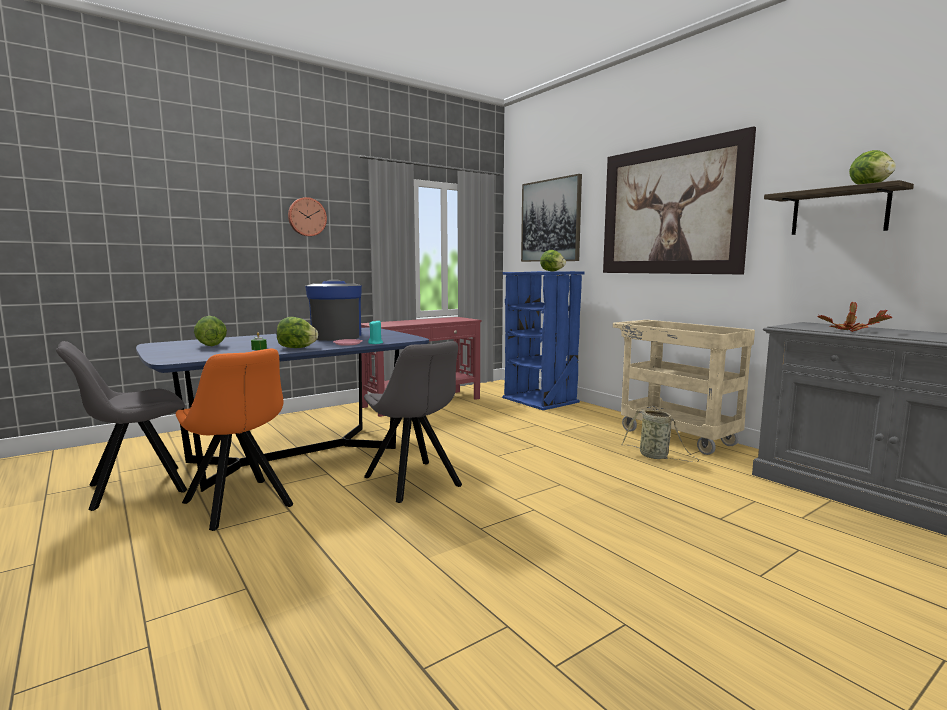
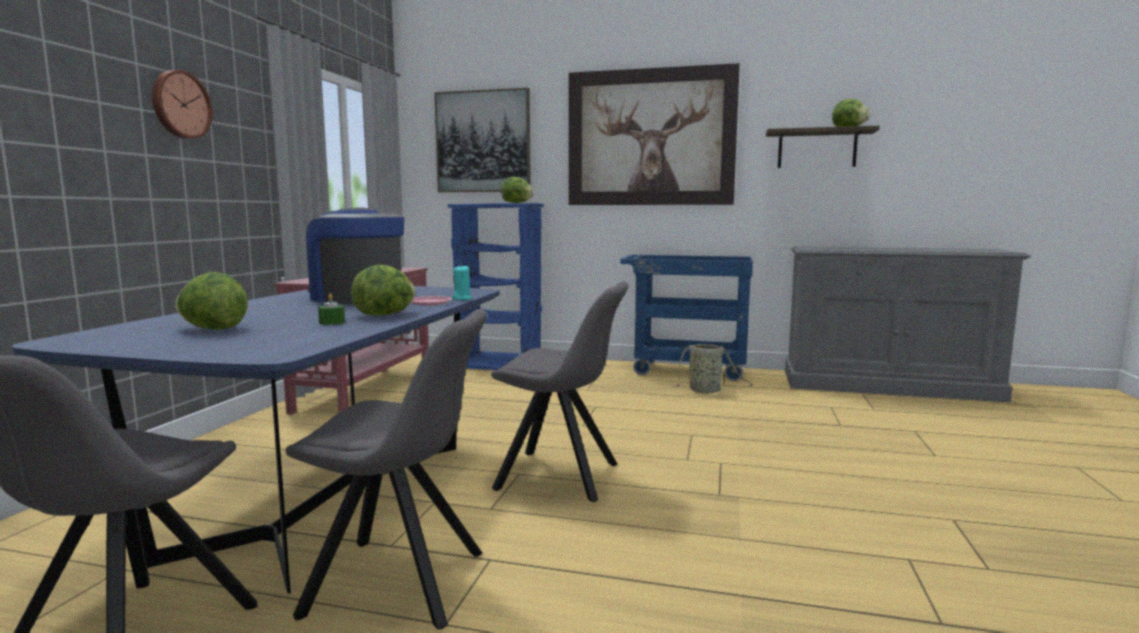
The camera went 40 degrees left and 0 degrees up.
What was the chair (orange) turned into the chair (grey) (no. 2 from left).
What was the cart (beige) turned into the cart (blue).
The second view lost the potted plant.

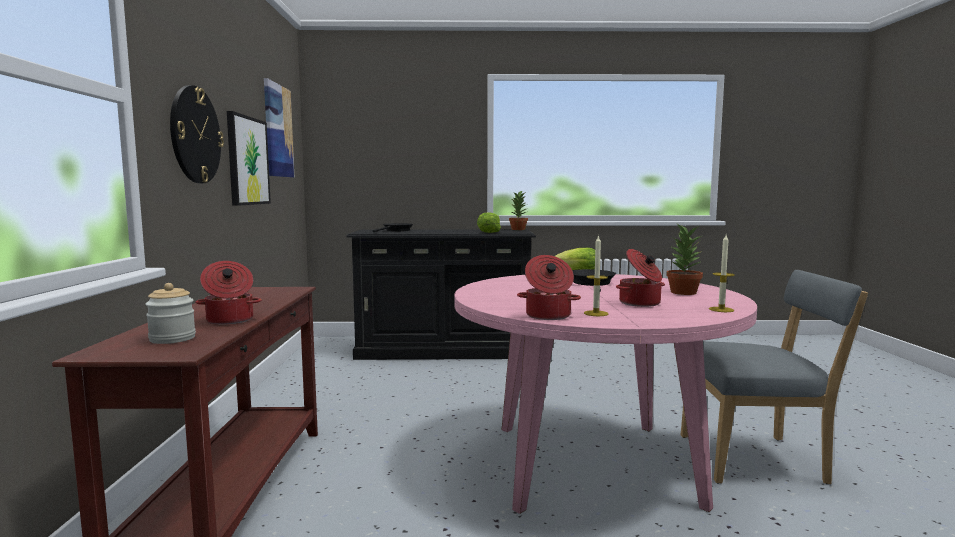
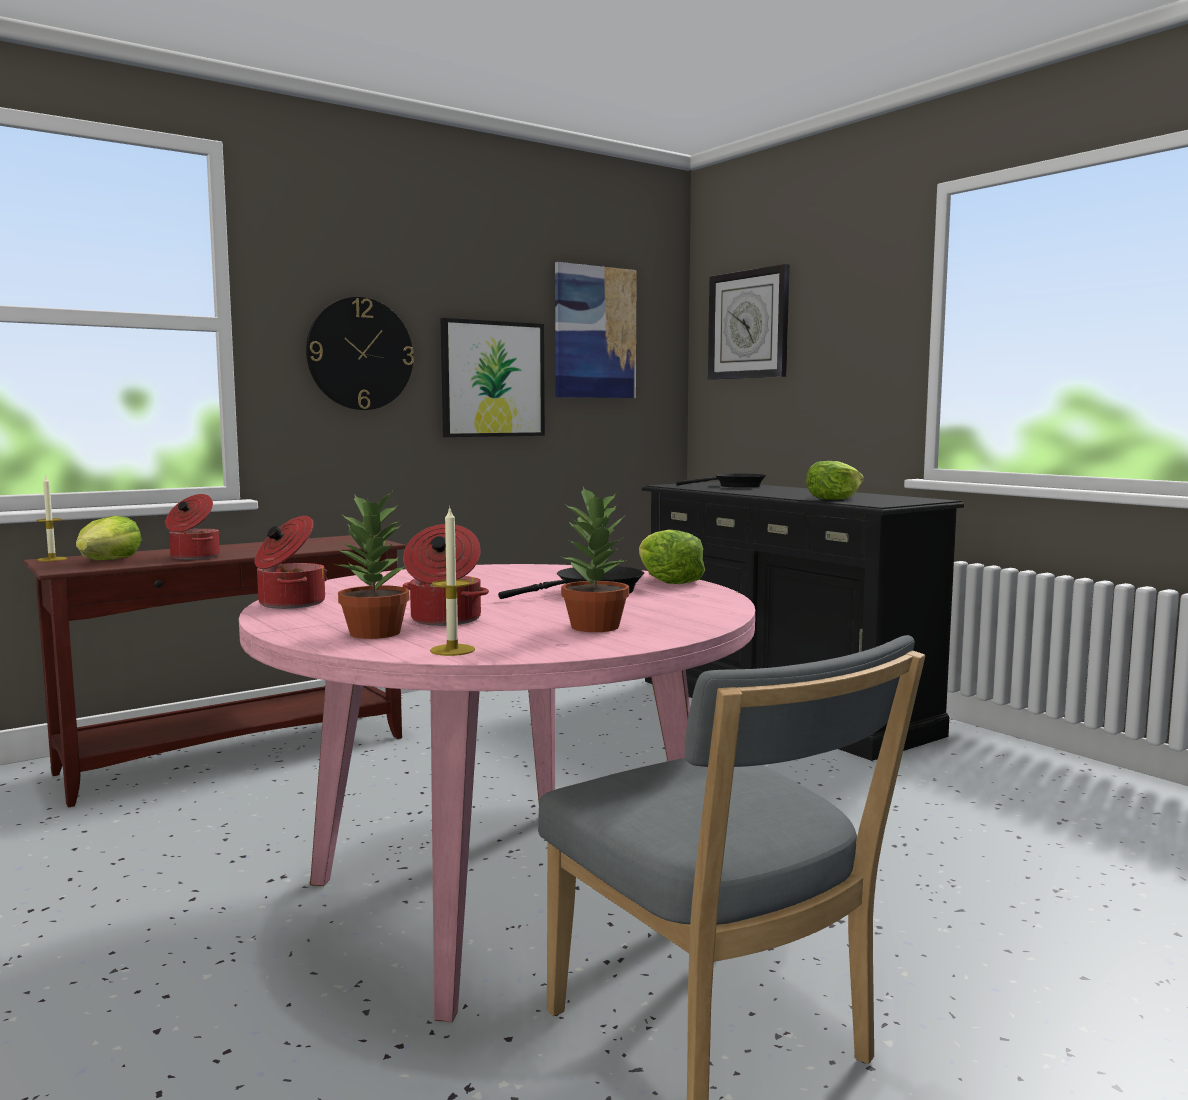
The camera went 55 degrees right and 0 degrees up.
Where the jar stood, the lettuce (no. 1 from left) came to stand.
The potted plant (no. 1 from left) ended up elsewhere.
The candle (no. 1 from left) ended up elsewhere.
The second view gained the wall clock (no. 2 from left).

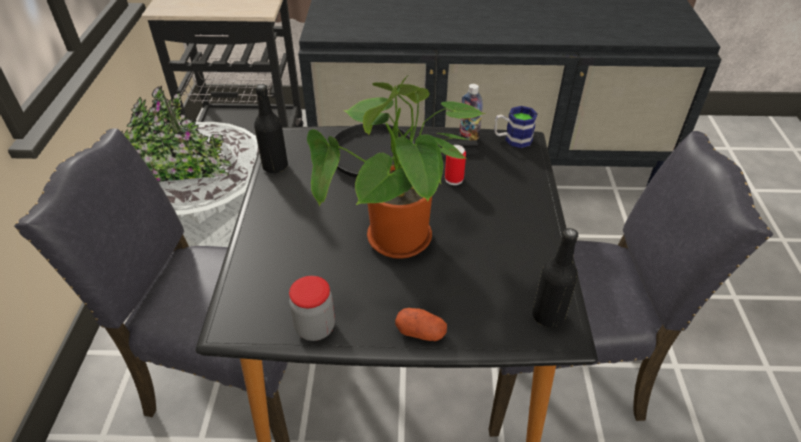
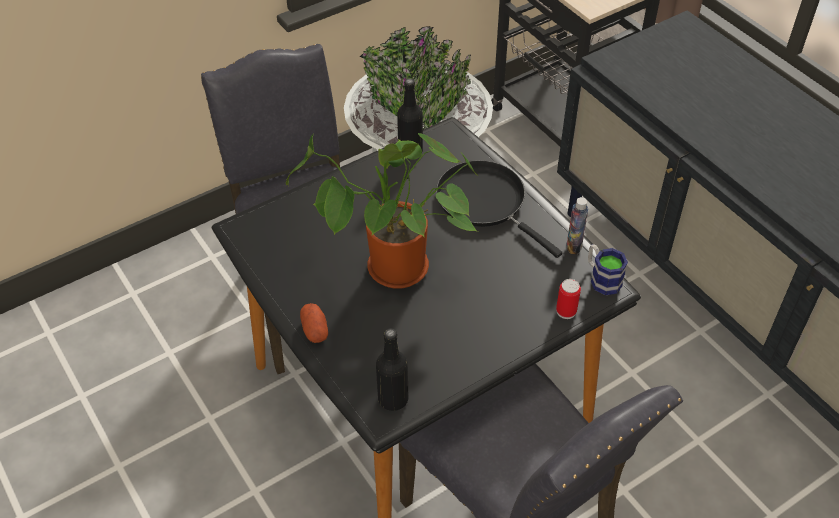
The camera went 55 degrees right and 5 degrees up.
The second view lost the jar.
The can ended up elsewhere.

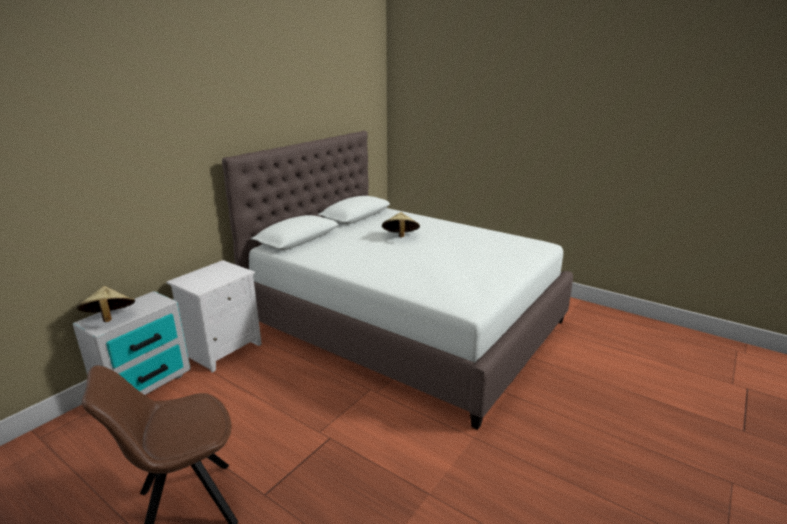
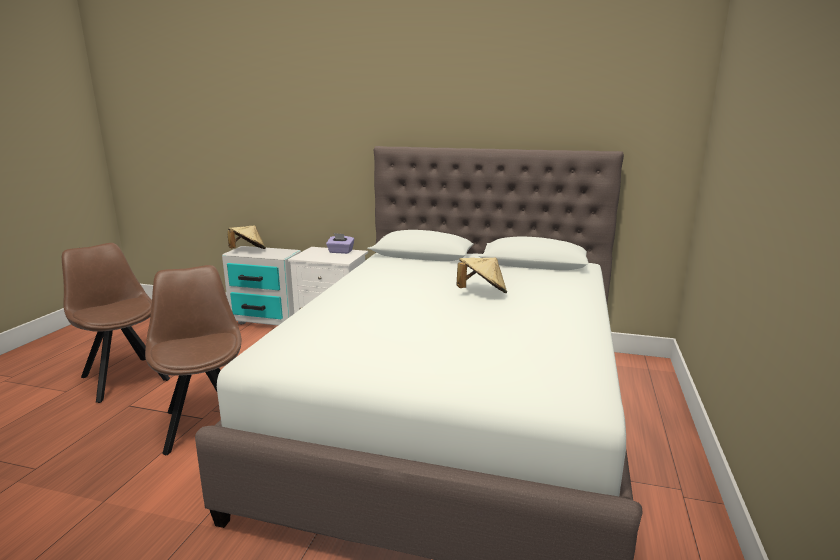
The camera went 70 degrees right and 5 degrees down.
The second view gained the chair (brown) (no. 2 from left).
The second view gained the tissue box (purple).

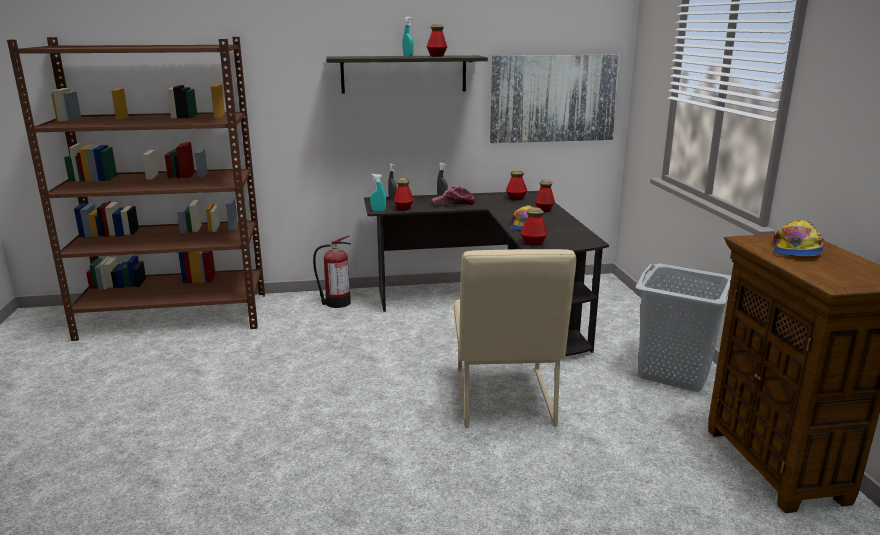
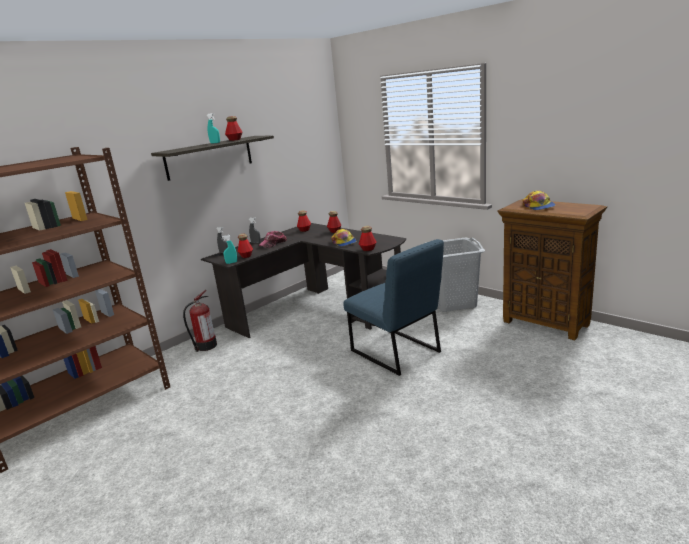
The camera went 35 degrees left and 0 degrees up.
What was the chair (beige) turned into the chair (blue).
The second view lost the picture.

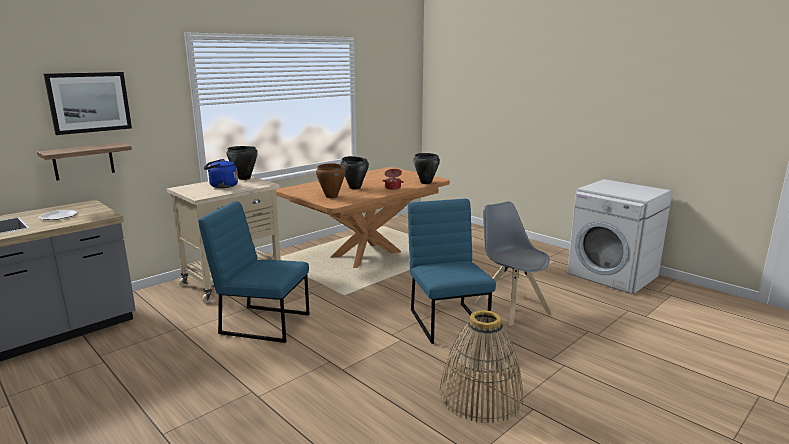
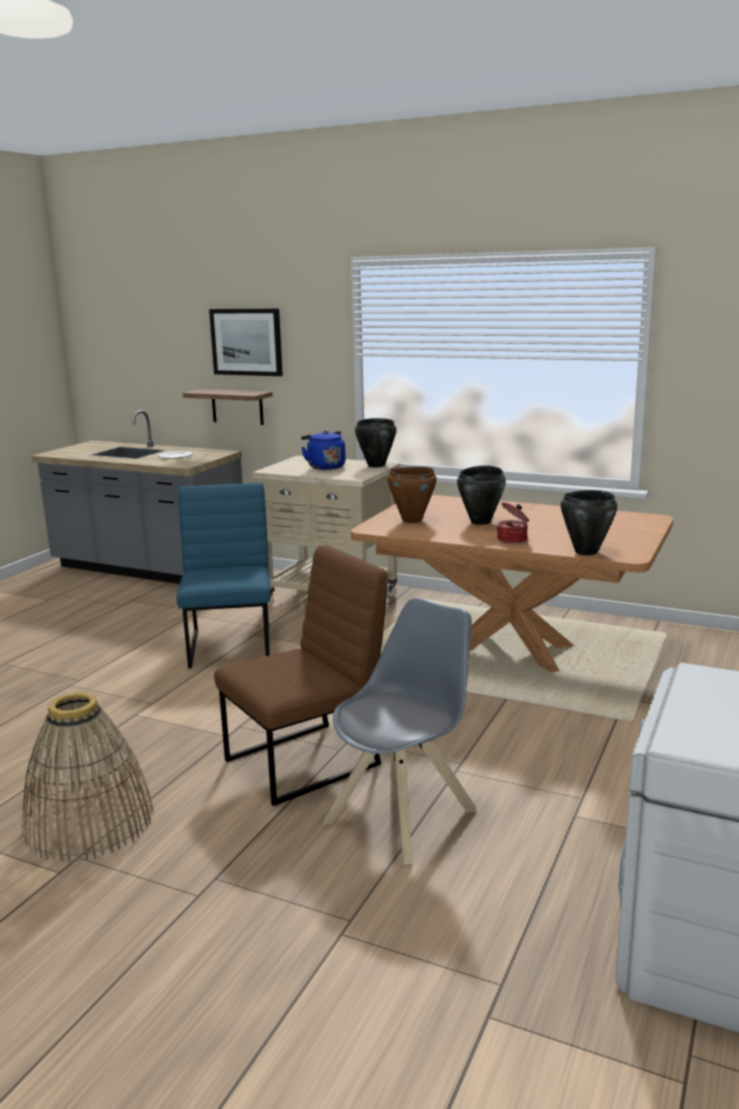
The camera went 70 degrees right and 0 degrees up.
What was the chair (blue) (no. 2 from left) turned into the chair (brown).

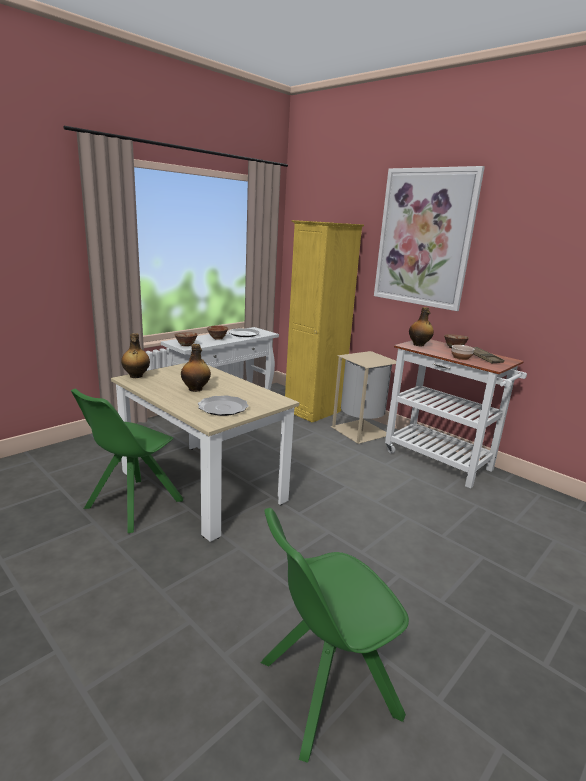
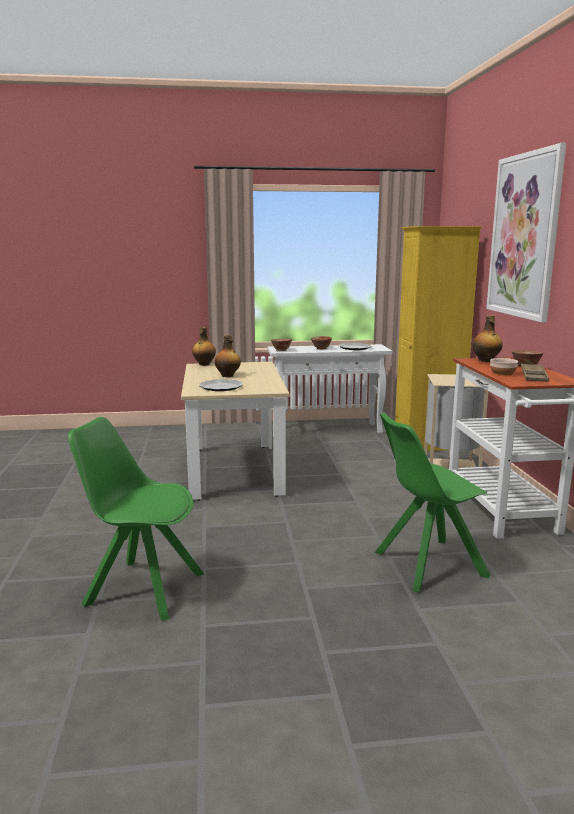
The camera went 40 degrees right and 5 degrees down.
The chair (green) (no. 1 from left in the first image) ended up elsewhere.

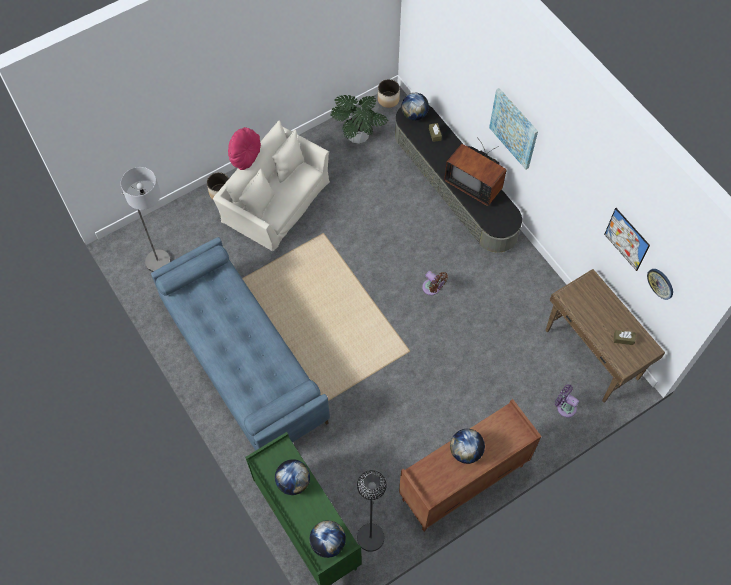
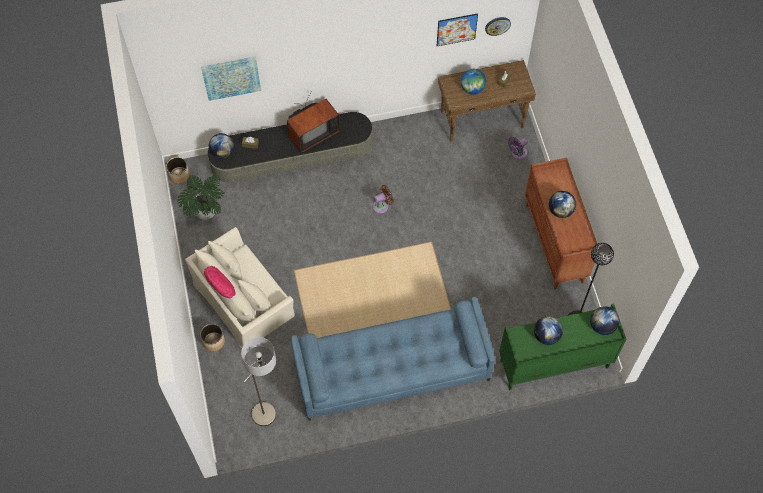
The camera went 70 degrees left and 0 degrees up.
The picture (no. 1 from left) ended up elsewhere.
The second view gained the globe (no. 2 from left).

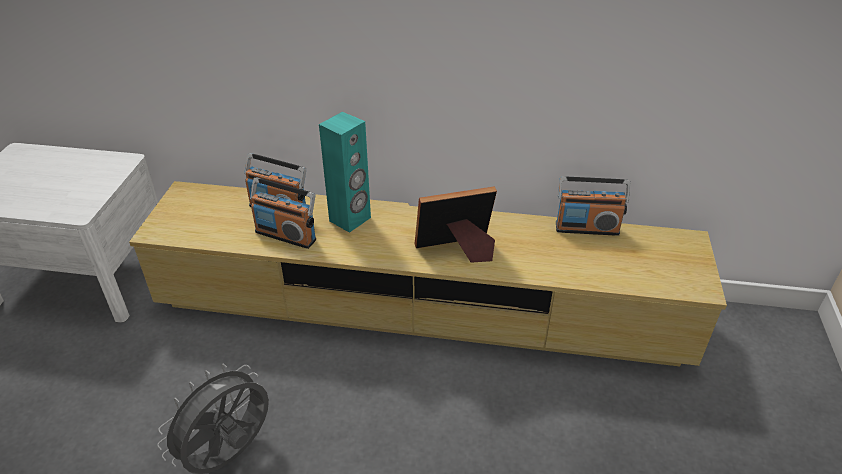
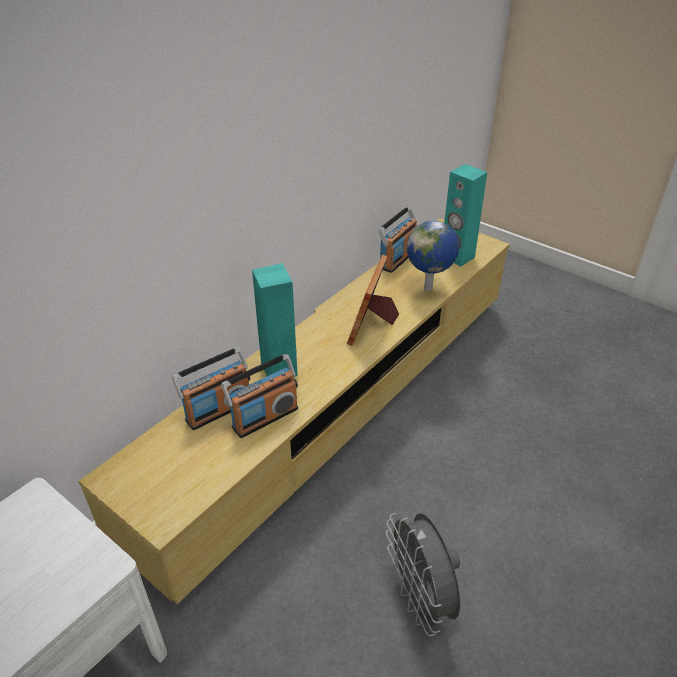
The camera went 60 degrees left and 0 degrees up.
The second view gained the globe.
The second view gained the speaker (turquoise) (no. 2 from left).

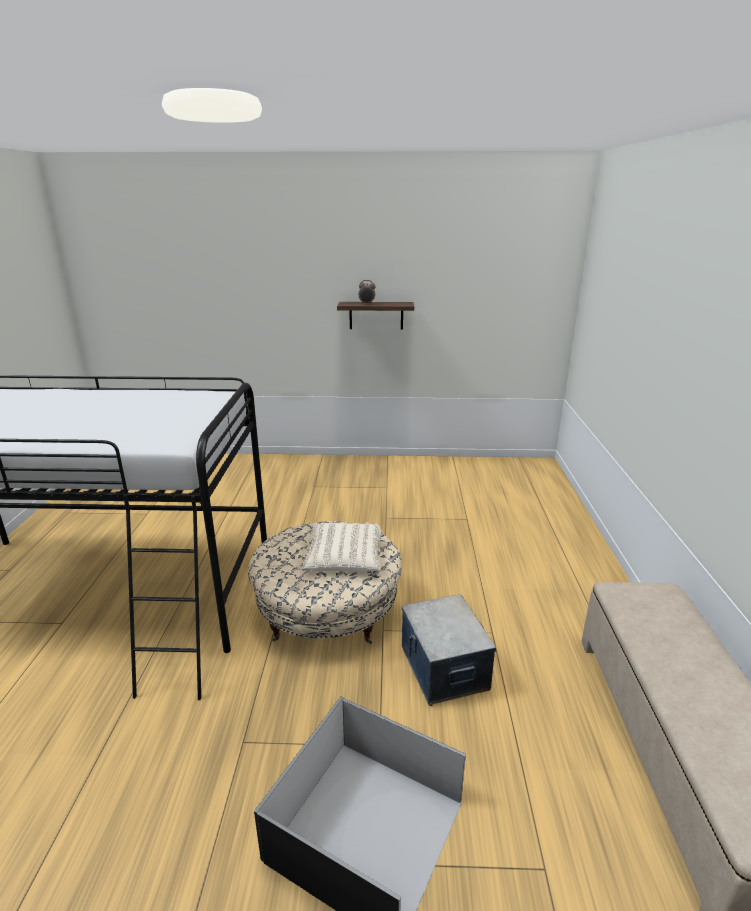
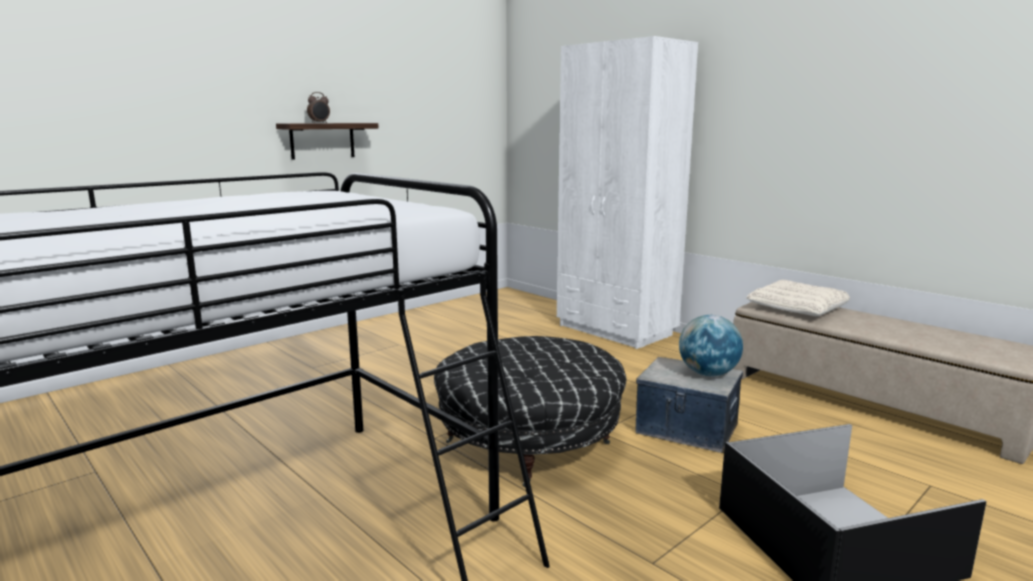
The camera went 45 degrees left and 10 degrees down.
What was the ottoman (beige) turned into the ottoman (black).
The pillow (beige) ended up elsewhere.
The second view gained the wardrobe (white).
The second view gained the globe.

